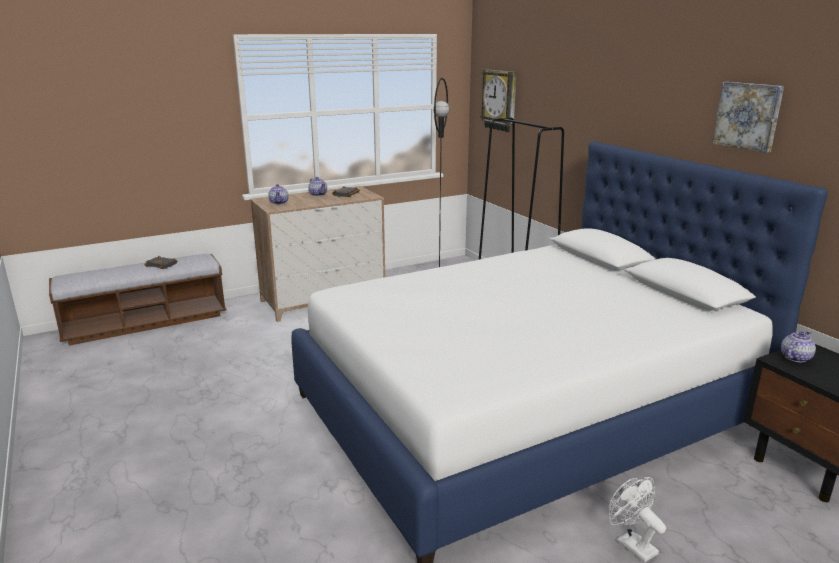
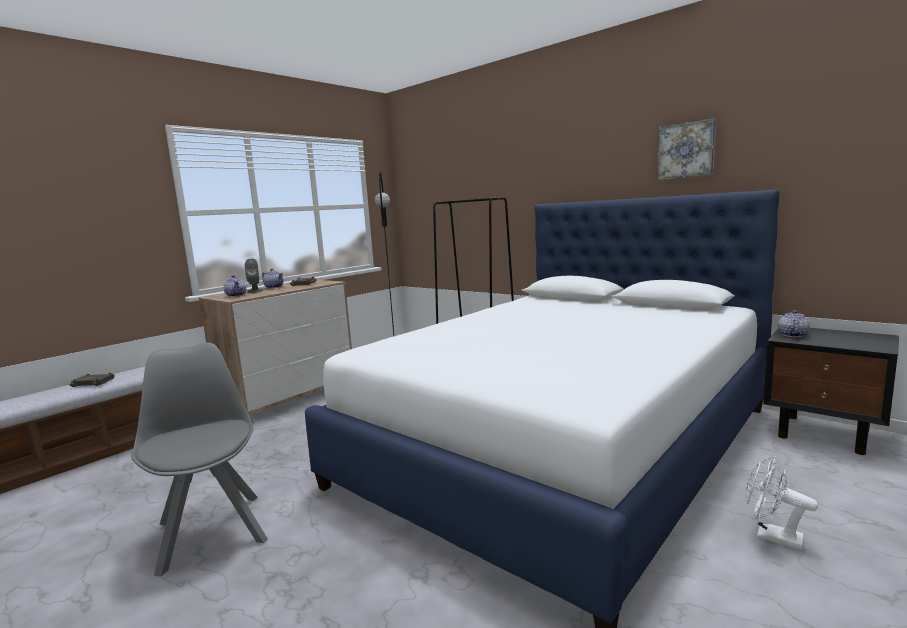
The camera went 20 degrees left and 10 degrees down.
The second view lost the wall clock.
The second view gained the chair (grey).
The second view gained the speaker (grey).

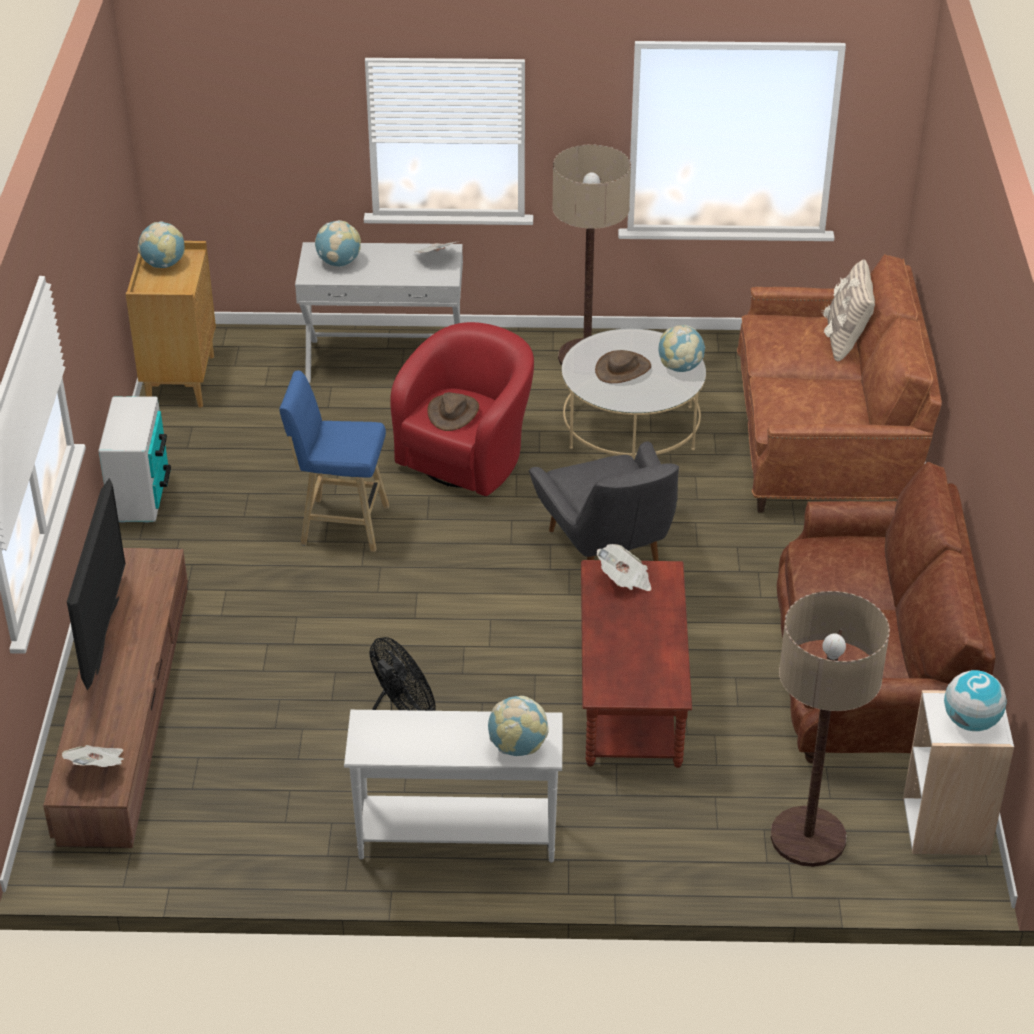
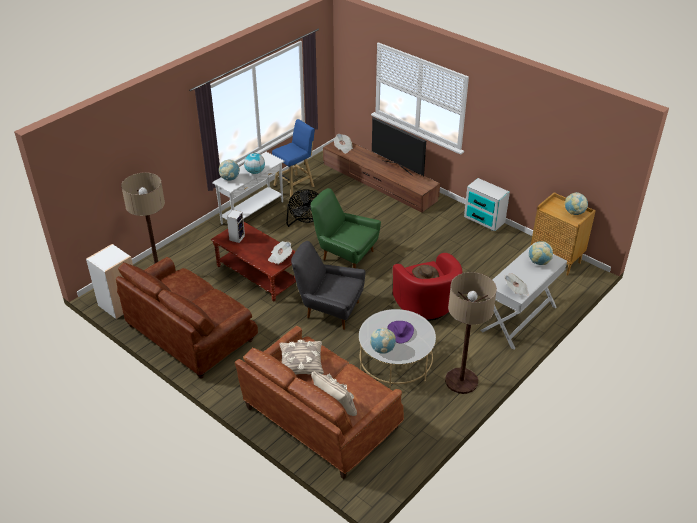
The camera went 130 degrees right and 0 degrees up.
The stool (blue) ended up elsewhere.
What was the hat (brown) (no. 2 from left) turned into the hat (purple).
The globe (no. 5 from left in the first image) ended up elsewhere.
The second view gained the speaker.
The second view gained the pillow (beige) (no. 1 from left).
The second view gained the armchair (green).

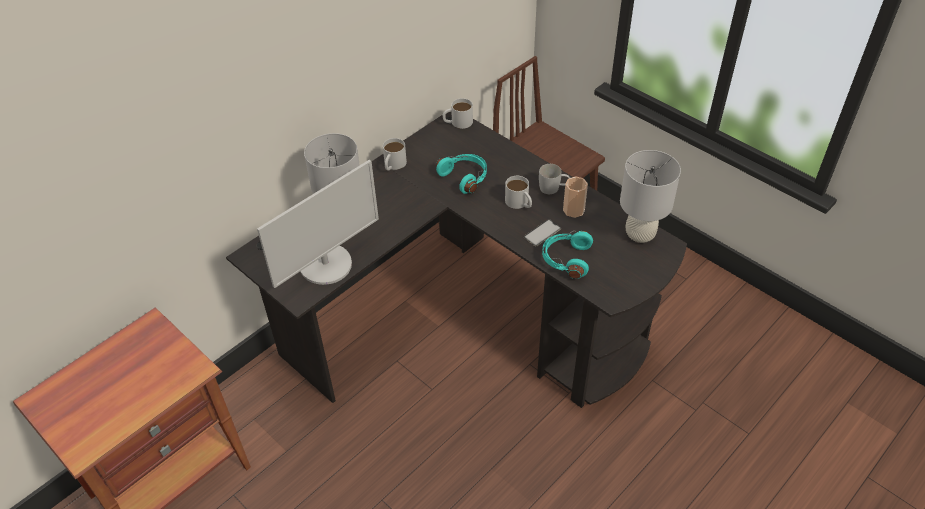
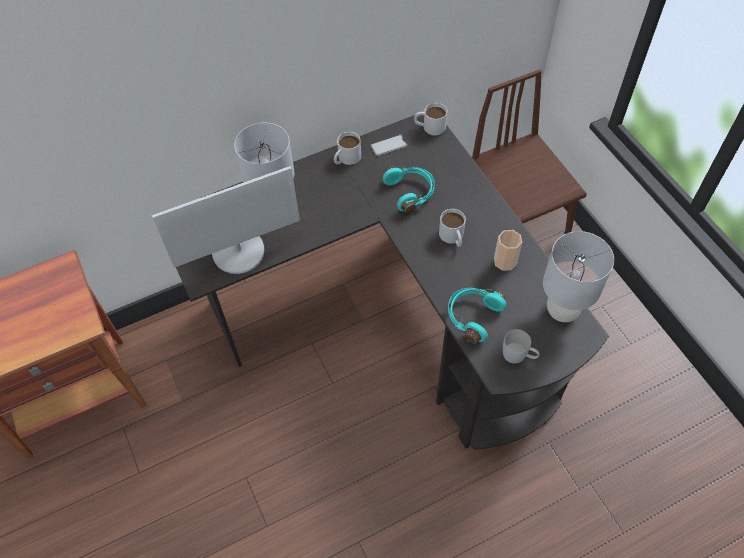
The camera went 20 degrees right and 10 degrees up.
The phone ended up elsewhere.
The mug (white) (no. 4 from left) ended up elsewhere.

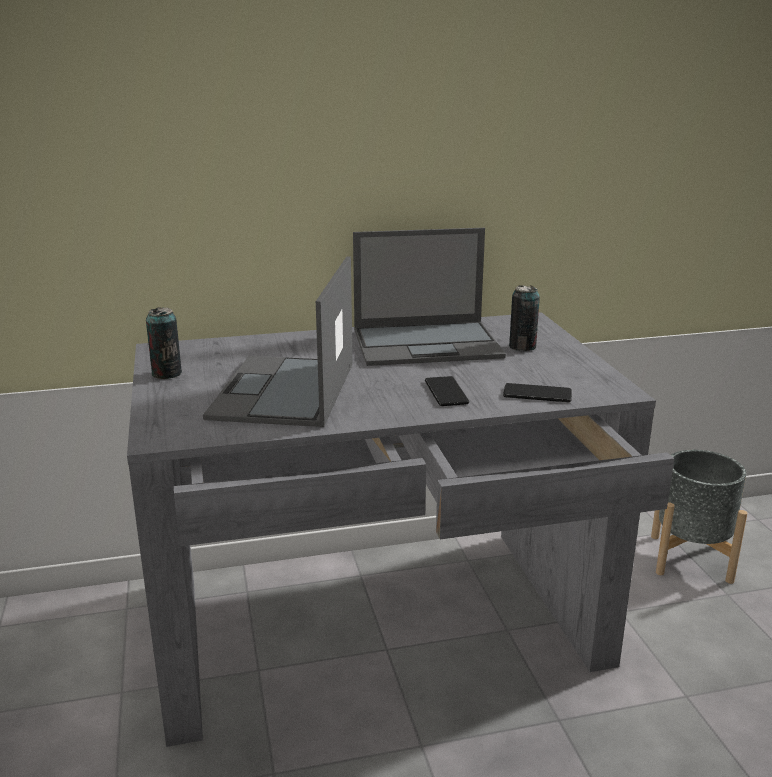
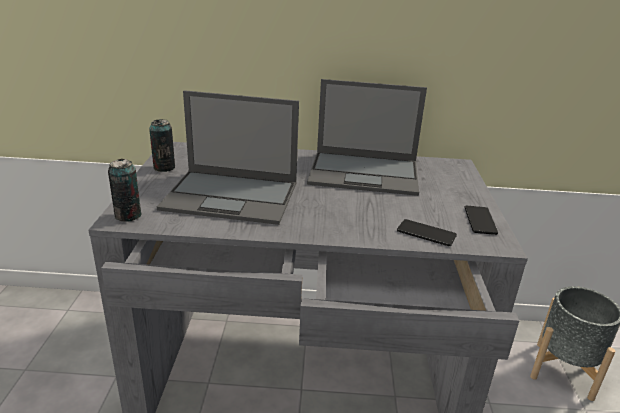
The camera went 15 degrees right and 5 degrees up.
The laptop (no. 1 from left) ended up facing another way, 105 degrees counterclockwise from before.
The phone (no. 1 from left in the first image) ended up elsewhere.
The can (no. 2 from left in the first image) ended up elsewhere.

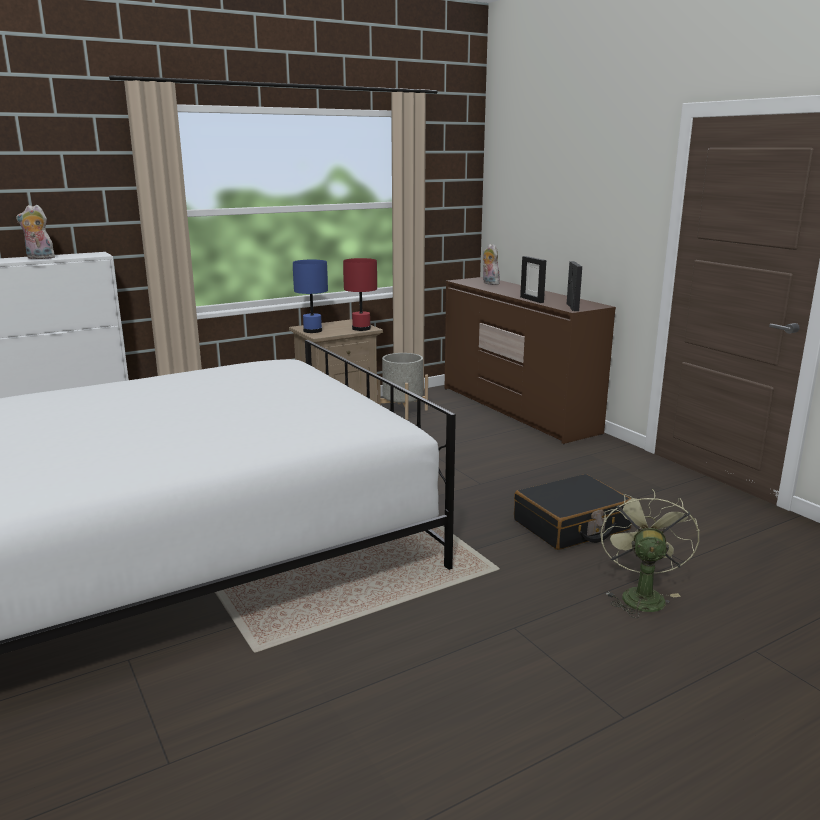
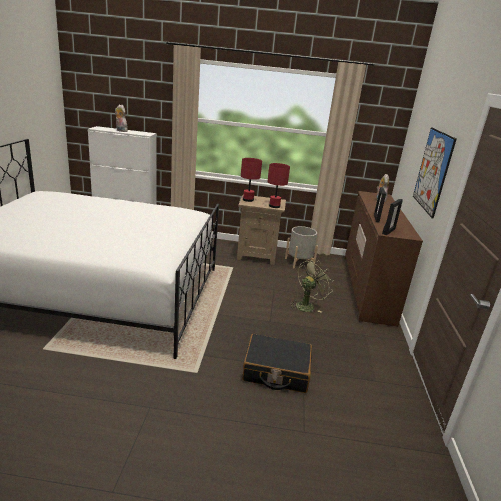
The camera went 35 degrees right and 5 degrees up.
What was the table lamp (blue) turned into the table lamp (red) (no. 1 from left).
The fan (green) ended up elsewhere.
The second view gained the picture.

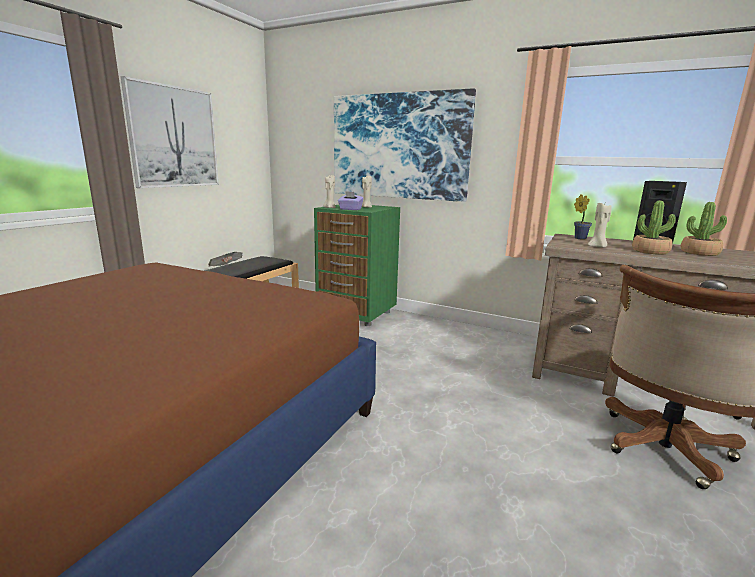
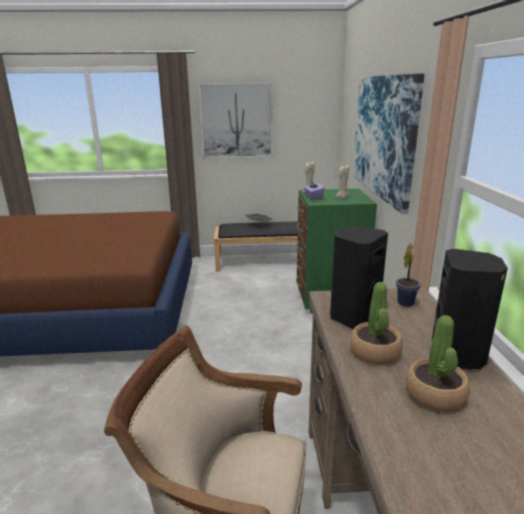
The camera went 60 degrees right and 5 degrees up.
Where the candle (beige) (no. 3 from left) stood, the speaker (black) (no. 1 from left) came to stand.

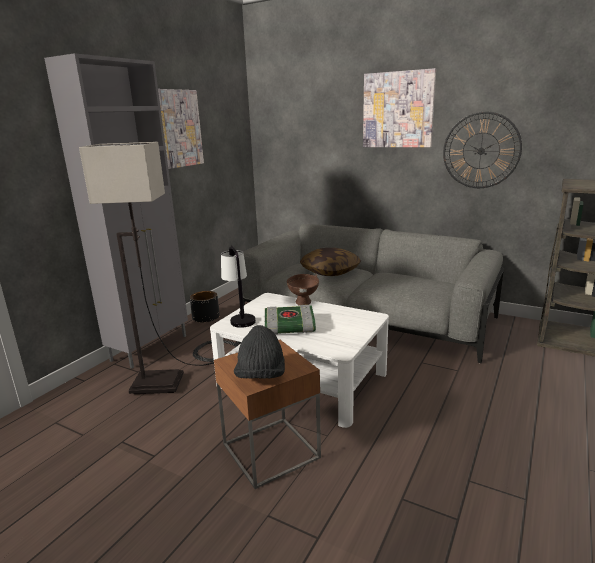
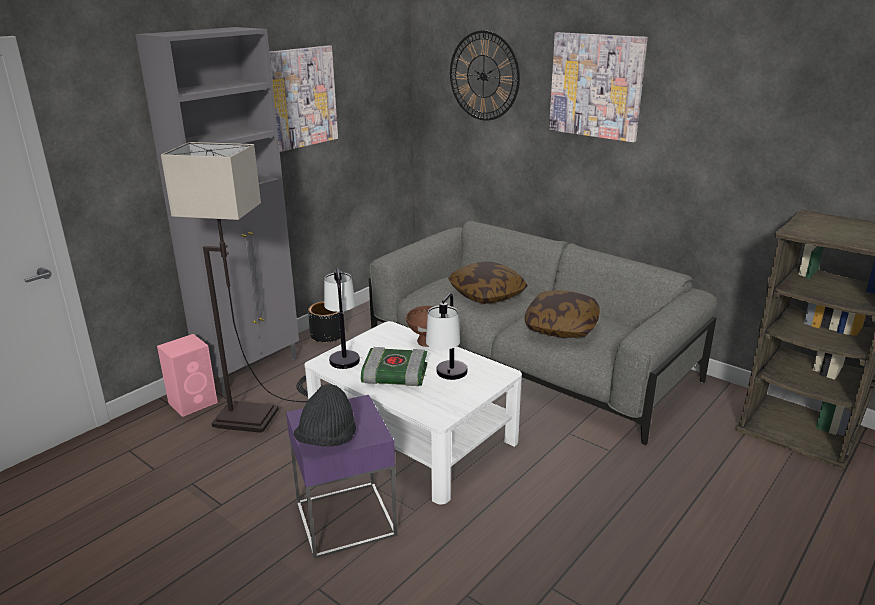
The camera went 10 degrees right and 5 degrees up.
What was the side table (brown) turned into the side table (purple).
The wall clock ended up elsewhere.
The second view gained the speaker (pink).
The second view gained the table lamp (no. 2 from left).
The second view gained the pillow (no. 2 from left).

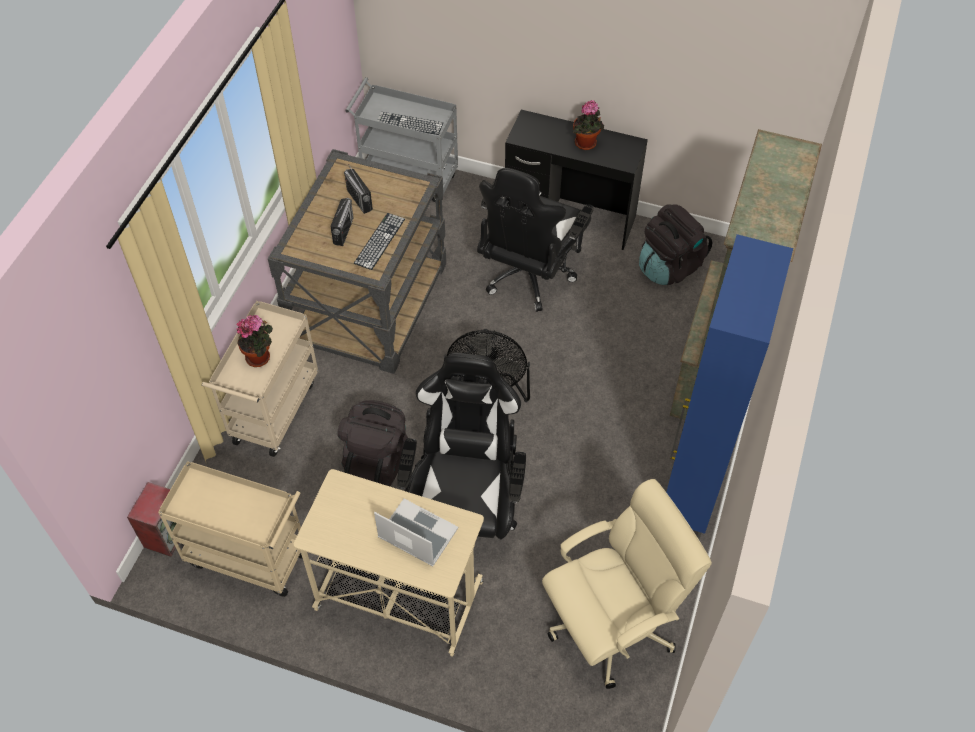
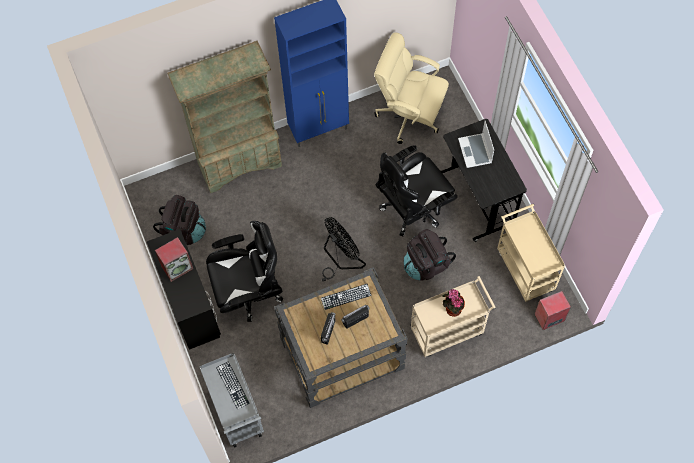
The camera went 130 degrees left and 10 degrees up.
What was the desk (beige) turned into the desk (black) (no. 2 from left).
Where the potted plant (no. 2 from left) stood, the speaker (no. 1 from left) came to stand.

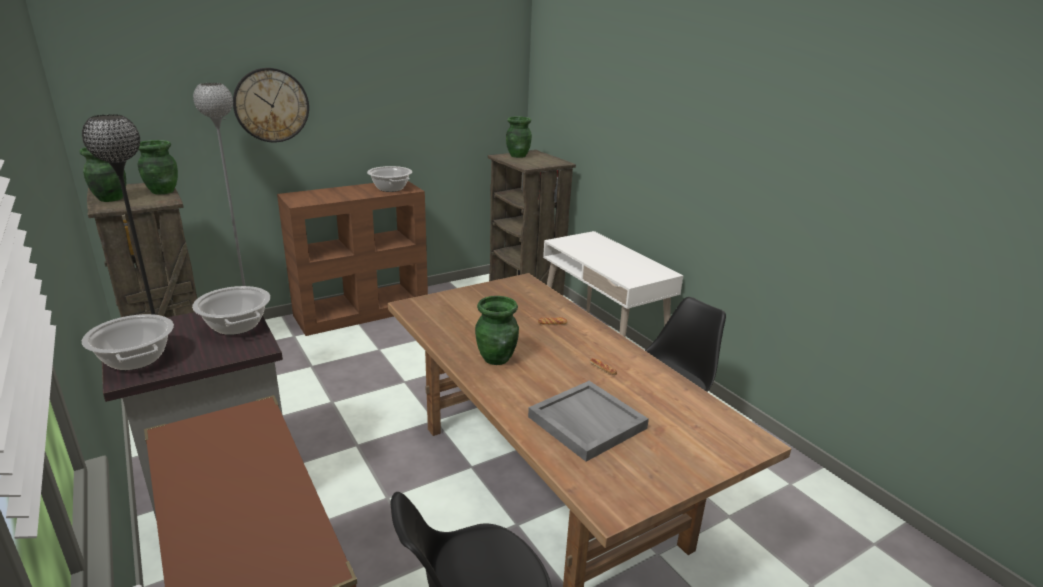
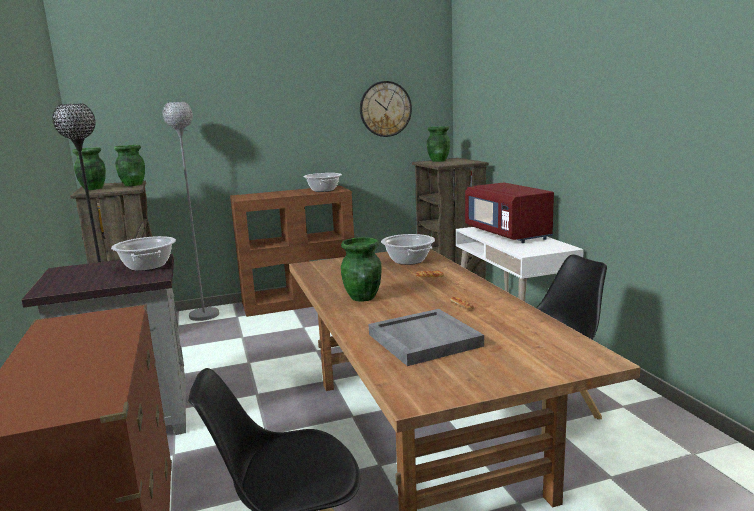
The camera went 15 degrees right and 10 degrees down.
The cooking pot (no. 1 from left in the first image) ended up elsewhere.
The wall clock ended up elsewhere.
The second view gained the microwave (red).

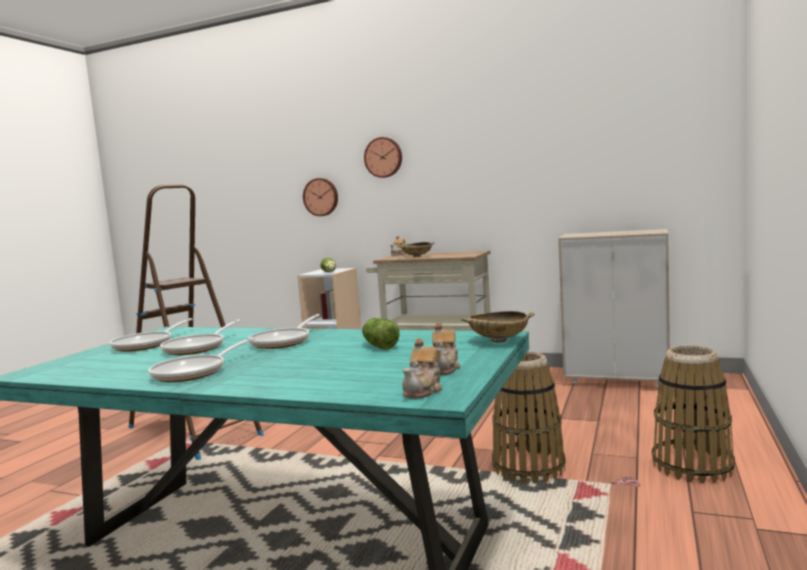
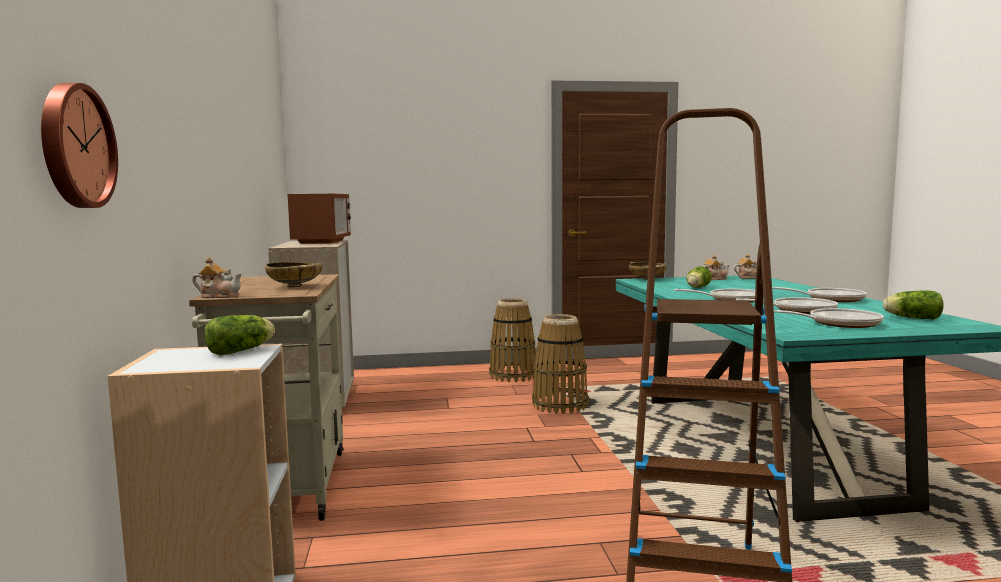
The camera went 120 degrees left and 0 degrees up.
The second view lost the wall clock (no. 2 from left).
The second view gained the microwave.
The second view gained the lettuce (no. 3 from left).

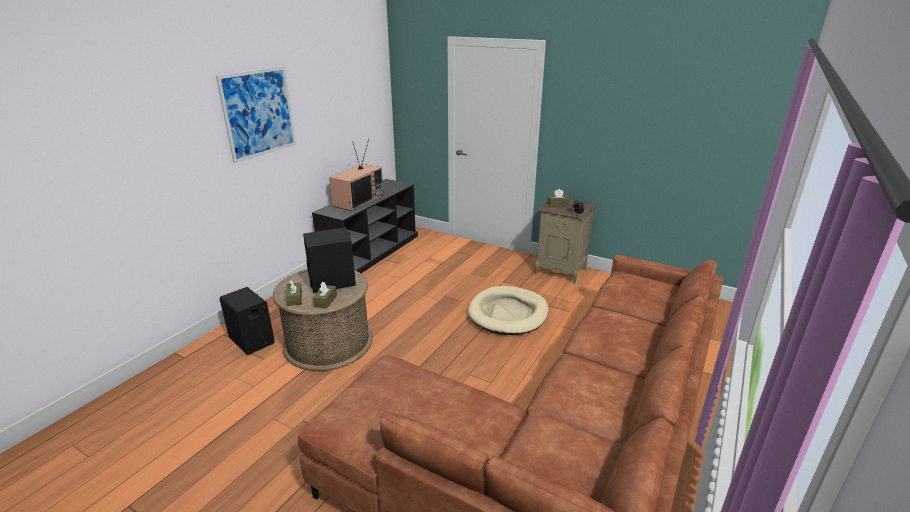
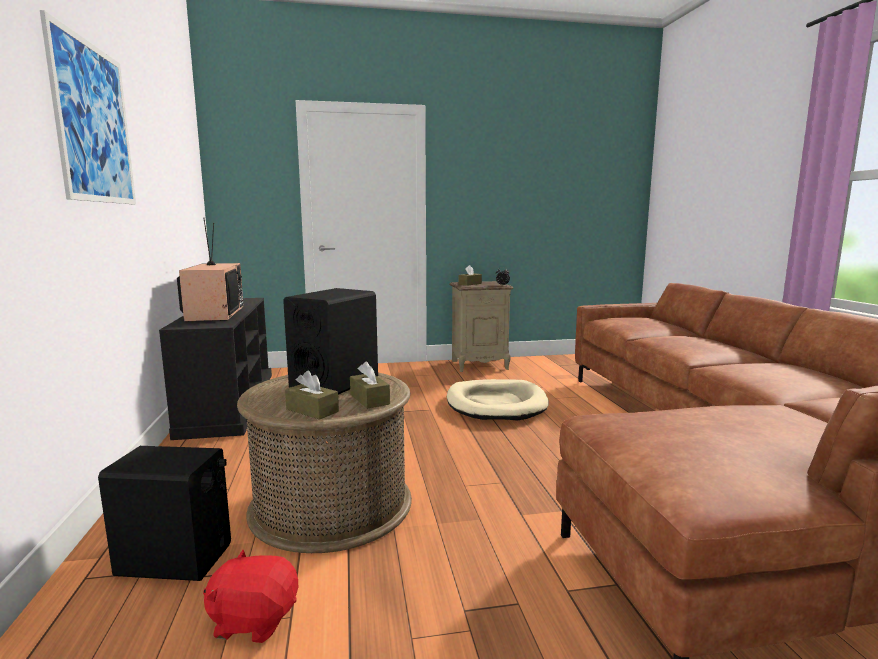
The camera went 40 degrees left and 15 degrees down.
The second view gained the plush toy (red).

